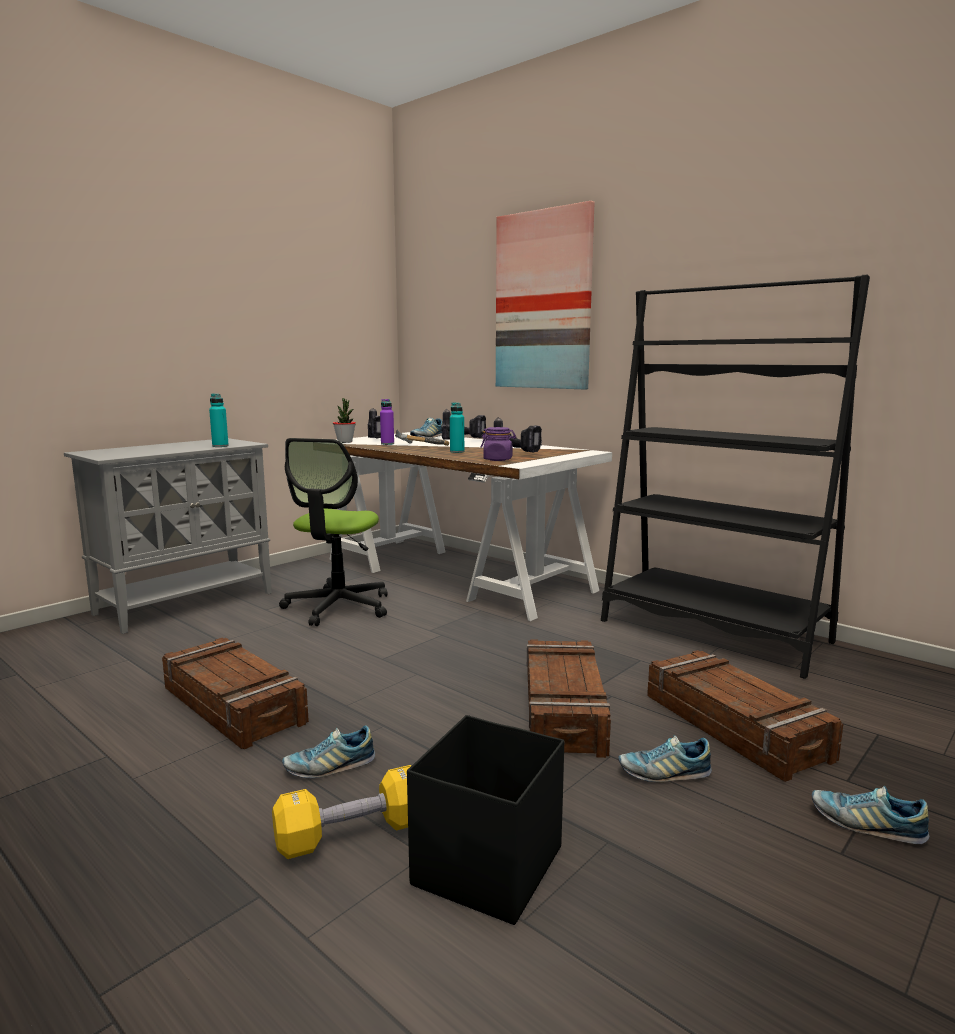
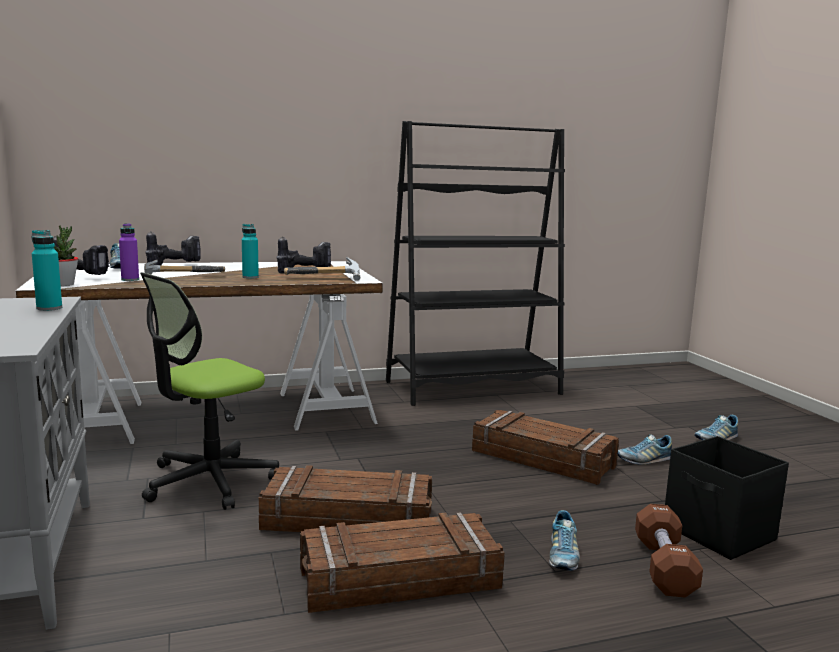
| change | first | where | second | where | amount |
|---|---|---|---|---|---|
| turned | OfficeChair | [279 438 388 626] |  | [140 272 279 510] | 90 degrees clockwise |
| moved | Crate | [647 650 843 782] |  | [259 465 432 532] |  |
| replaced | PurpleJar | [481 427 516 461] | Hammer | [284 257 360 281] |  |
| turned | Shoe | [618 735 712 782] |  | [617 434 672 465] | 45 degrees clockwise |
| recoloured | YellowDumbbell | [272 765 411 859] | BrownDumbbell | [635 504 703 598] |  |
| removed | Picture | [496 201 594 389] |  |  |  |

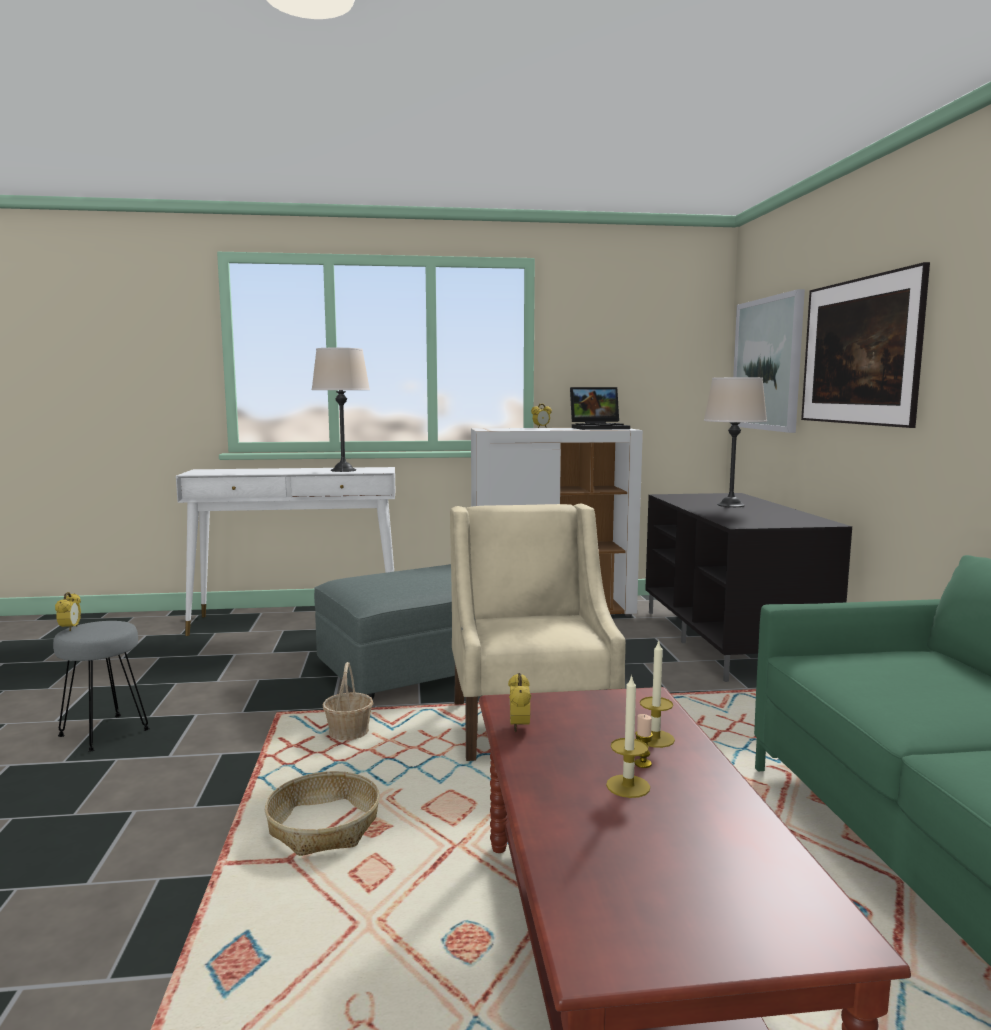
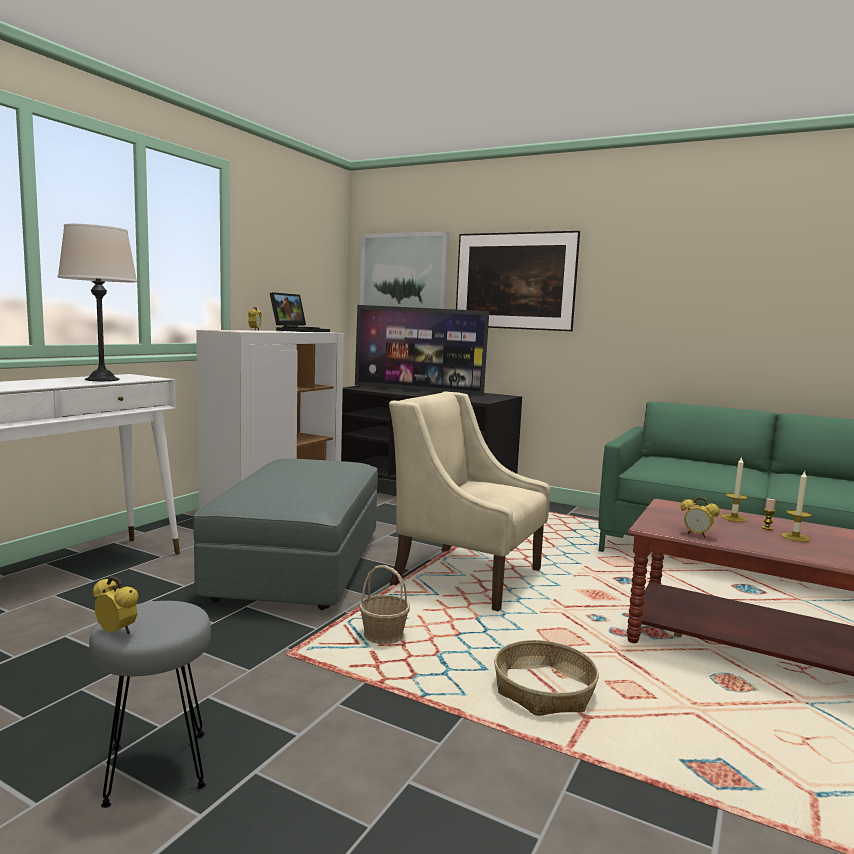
| change | first | where | second | where | amount |
|---|---|---|---|---|---|
| replaced | BeigeTableLamp | [704 377 767 507] | Television | [355 305 489 396] |  |

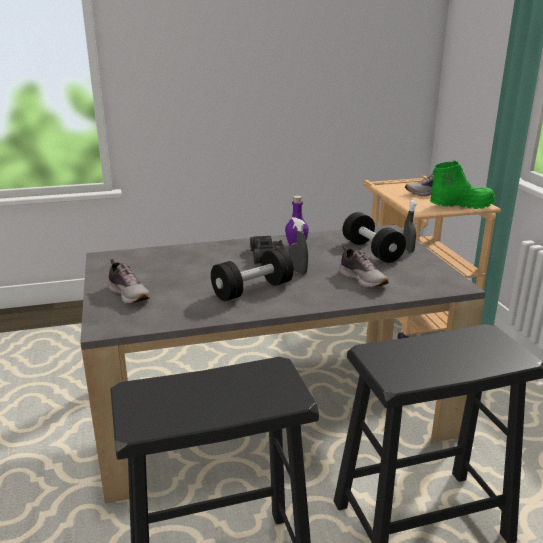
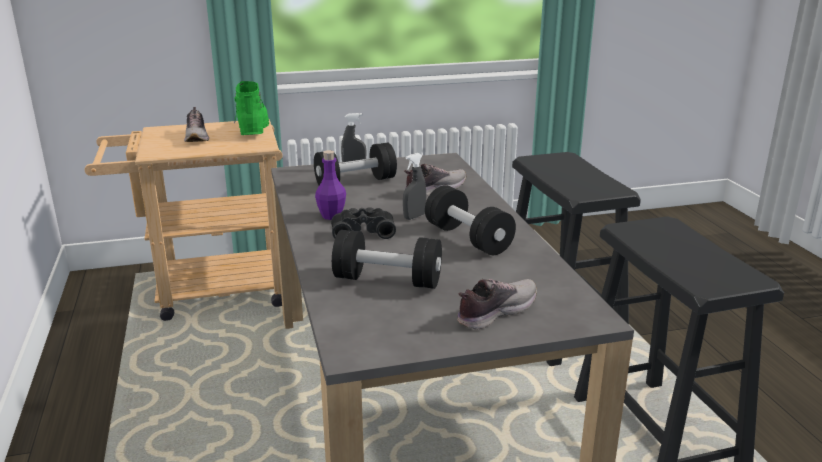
| change | first | where | second | where | amount |
|---|---|---|---|---|---|
| added |  |  | BlackDumbbell | [332 230 442 289] |  |

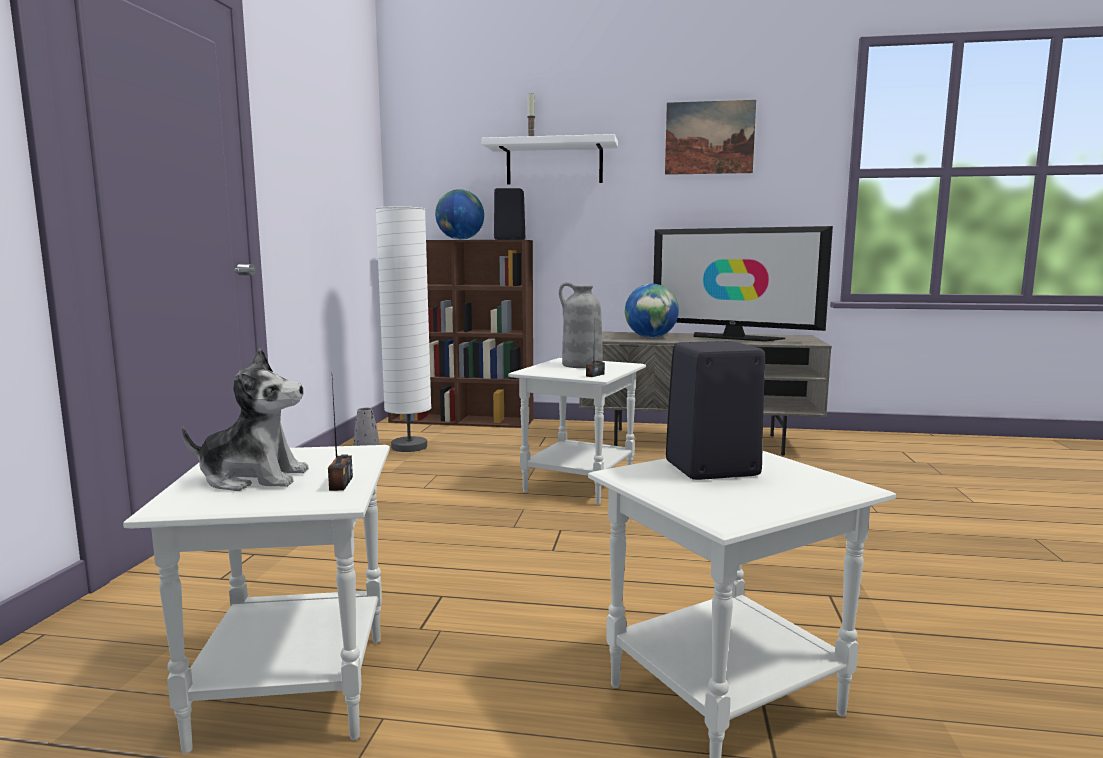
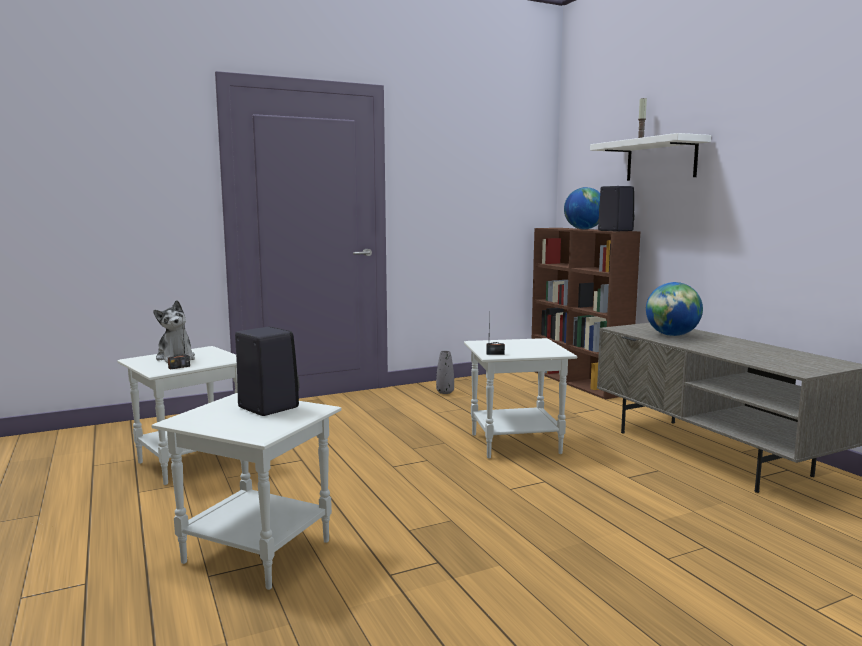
| change | first | where | second | where | amount |
|---|---|---|---|---|---|
| removed | WhiteFloorLamp | [375 207 431 452] |  |  |  |
| removed | GreyVase | [559 282 603 368] |  |  |  |
| removed | Television | [653 226 833 342] |  |  |  |
| removed | Picture | [665 100 756 175] |  |  |  |

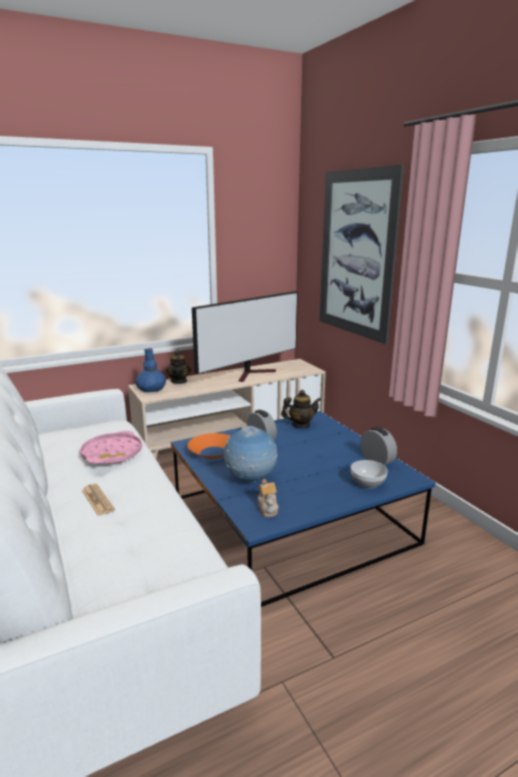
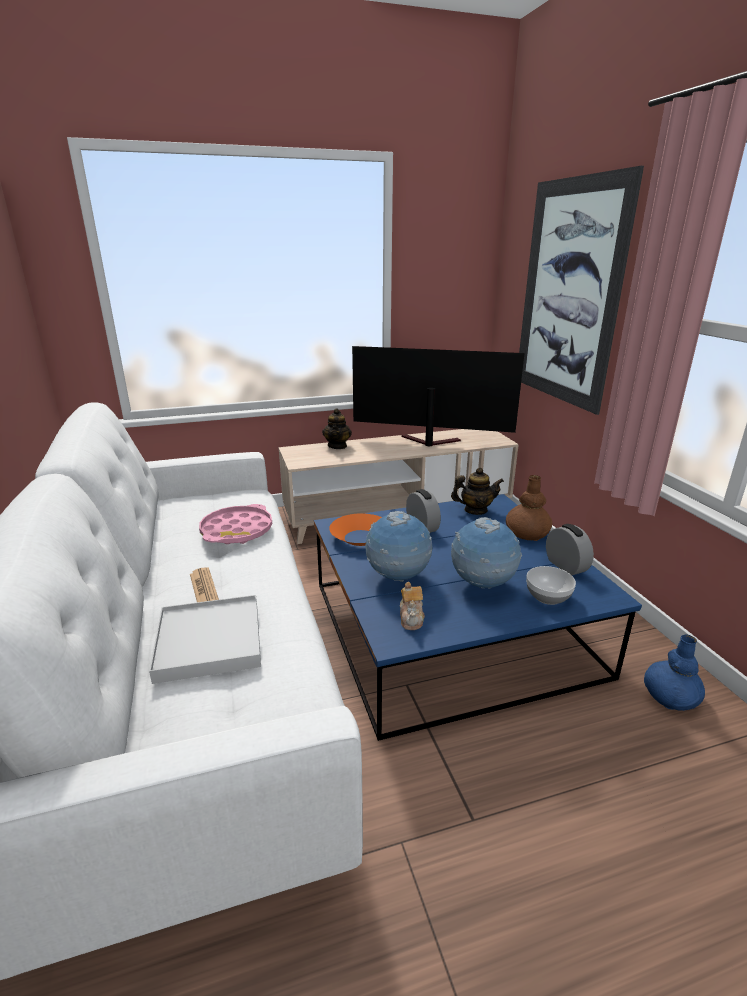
| change | first | where | second | where | amount |
|---|---|---|---|---|---|
| added |  |  | WhiteTray | [149 595 261 684] |  |
| turned | Television | [192 291 298 382] |  | [352 346 524 446] | 135 degrees counterclockwise |
| added |  |  | Globe | [451 517 522 589] |  |
| added |  |  | BrownVase | [506 475 552 541] |  |
| moved | BlueVase | [135 348 166 392] |  | [644 634 705 711] |  |

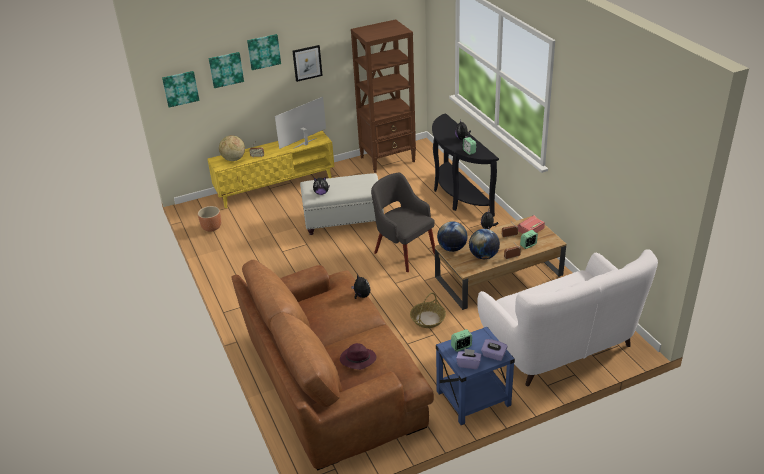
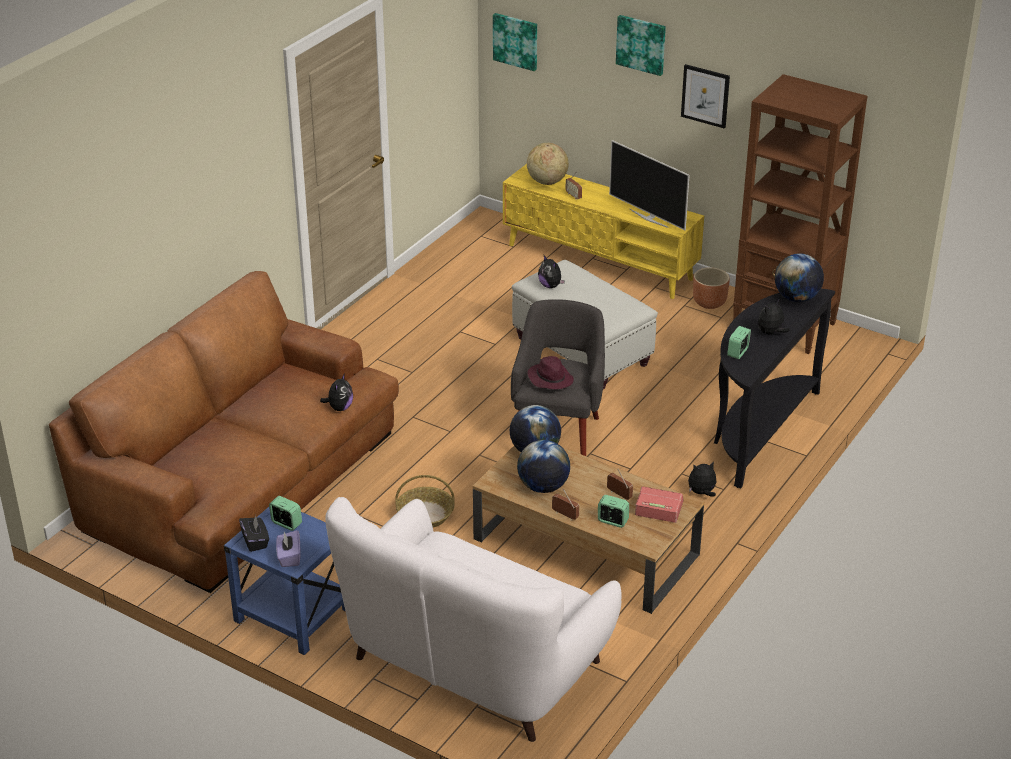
| change | first | where | second | where | amount |
|---|---|---|---|---|---|
| recoloured | PurpleTissueBox | [456 348 481 369] | BlackTissueBox | [239 515 269 552] |  |
| moved | PurpleHat | [340 343 376 370] |  | [527 356 574 390] |  |
| turned | Television | [275 97 326 149] |  | [609 140 690 230] | 150 degrees counterclockwise |
| moved | BrownPlanter | [198 206 221 231] |  | [693 267 730 309] |  |
| added |  |  | Globe | [775 253 824 302] |  |
| removed | Picture | [209 52 244 88] |  |  |  |

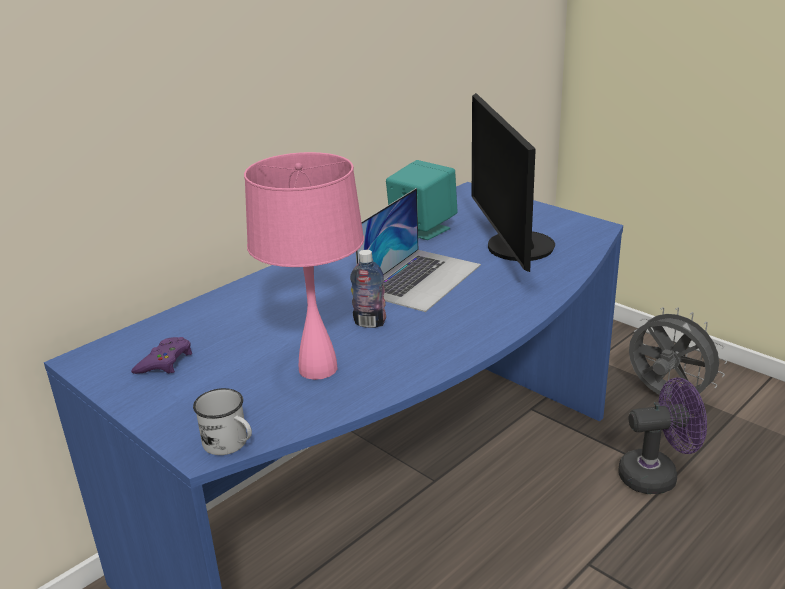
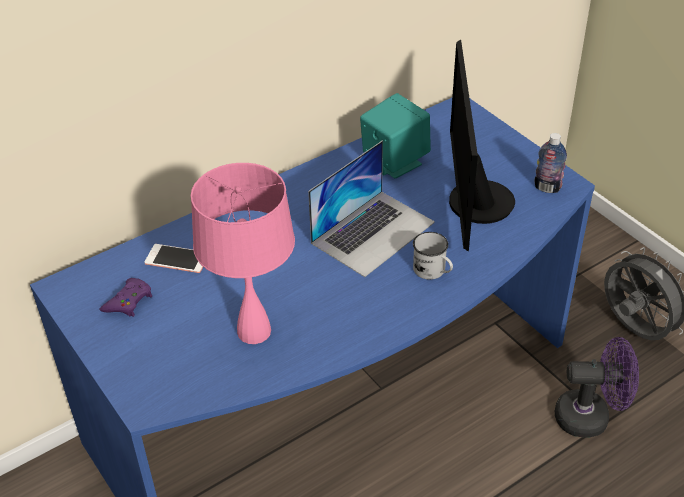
| change | first | where | second | where | amount |
|---|---|---|---|---|---|
| added |  |  | Phone | [144 244 203 273] |  |
| moved | WhiteMug | [193 388 252 455] |  | [413 232 453 280] |  |
| moved | Bottle | [350 250 386 328] |  | [534 133 567 193] |  |

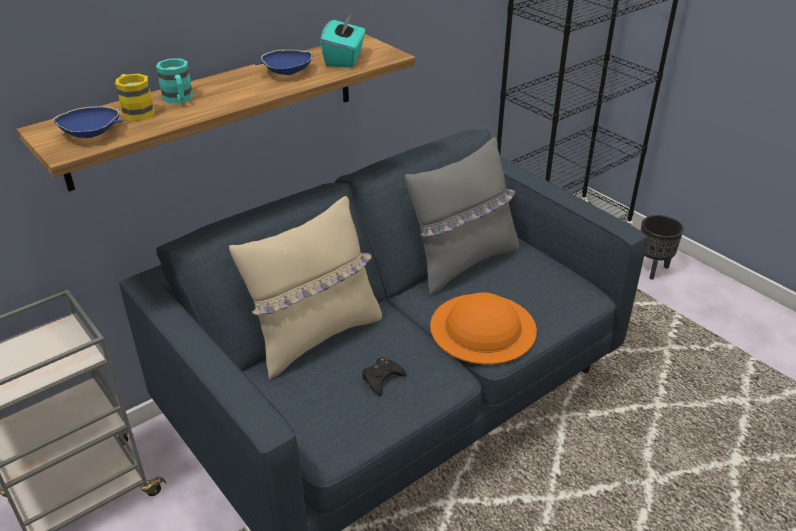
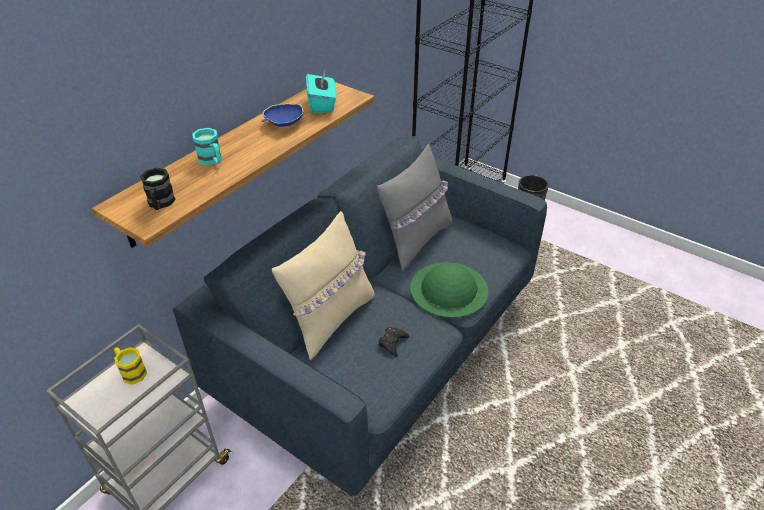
| change | first | where | second | where | amount |
|---|---|---|---|---|---|
| moved | YellowMug | [115 74 155 121] |  | [114 347 147 385] |  |
| replaced | BlueBowl | [53 106 124 138] | BlackMug | [140 168 176 210] |  |
| recoloured | OrangeHat | [430 292 537 365] | GreenHat | [410 262 489 318] |  |

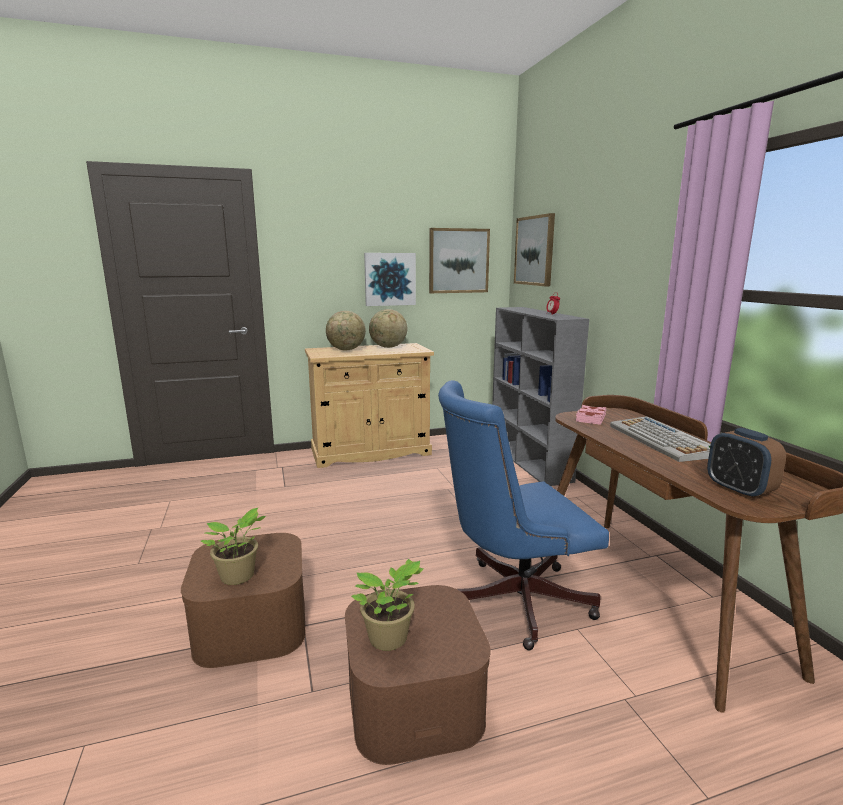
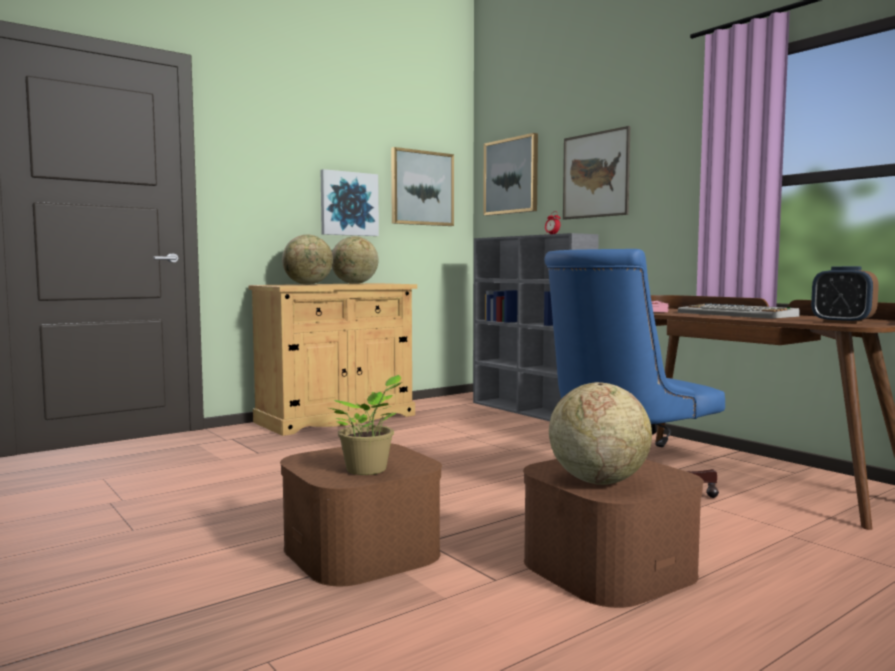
| change | first | where | second | where | amount |
|---|---|---|---|---|---|
| replaced | PottedPlant | [351 559 424 651] | Globe | [549 382 652 485] |  |
| added |  |  | Picture | [563 126 630 220] |  |

